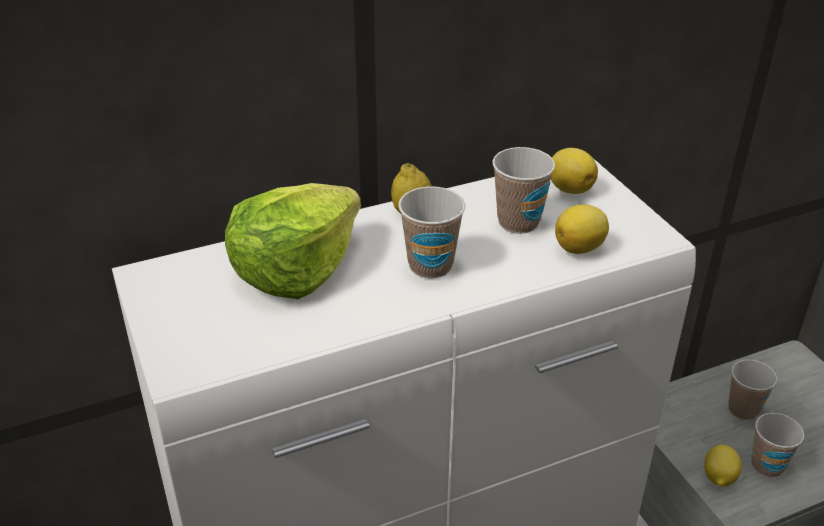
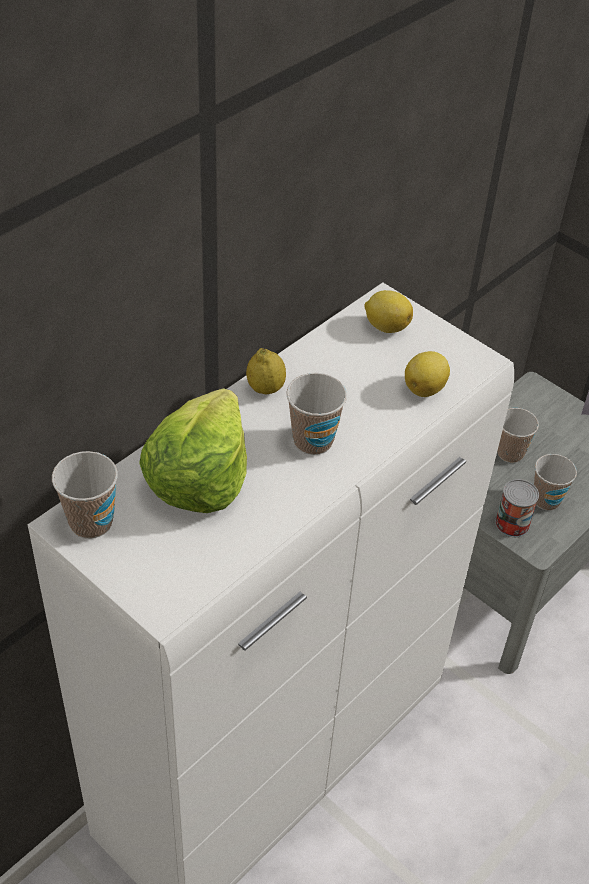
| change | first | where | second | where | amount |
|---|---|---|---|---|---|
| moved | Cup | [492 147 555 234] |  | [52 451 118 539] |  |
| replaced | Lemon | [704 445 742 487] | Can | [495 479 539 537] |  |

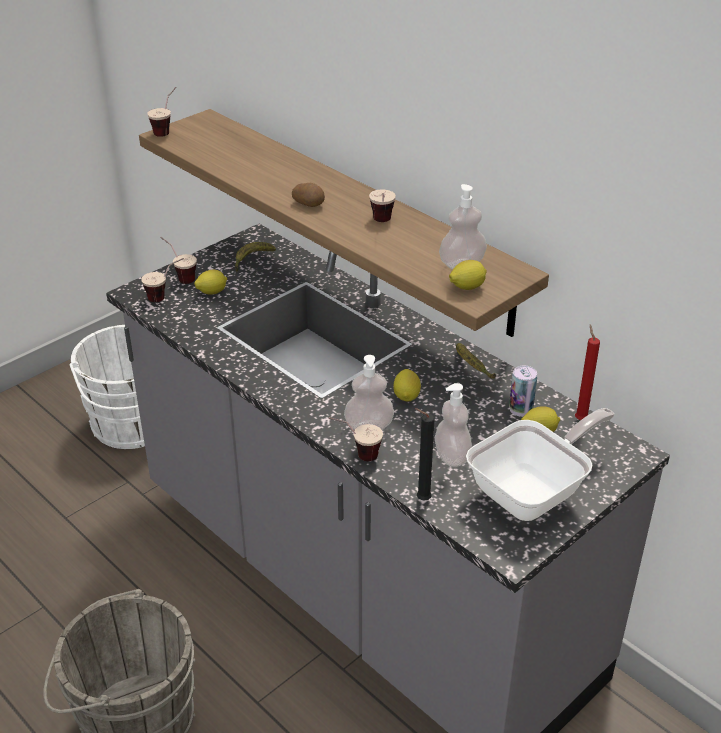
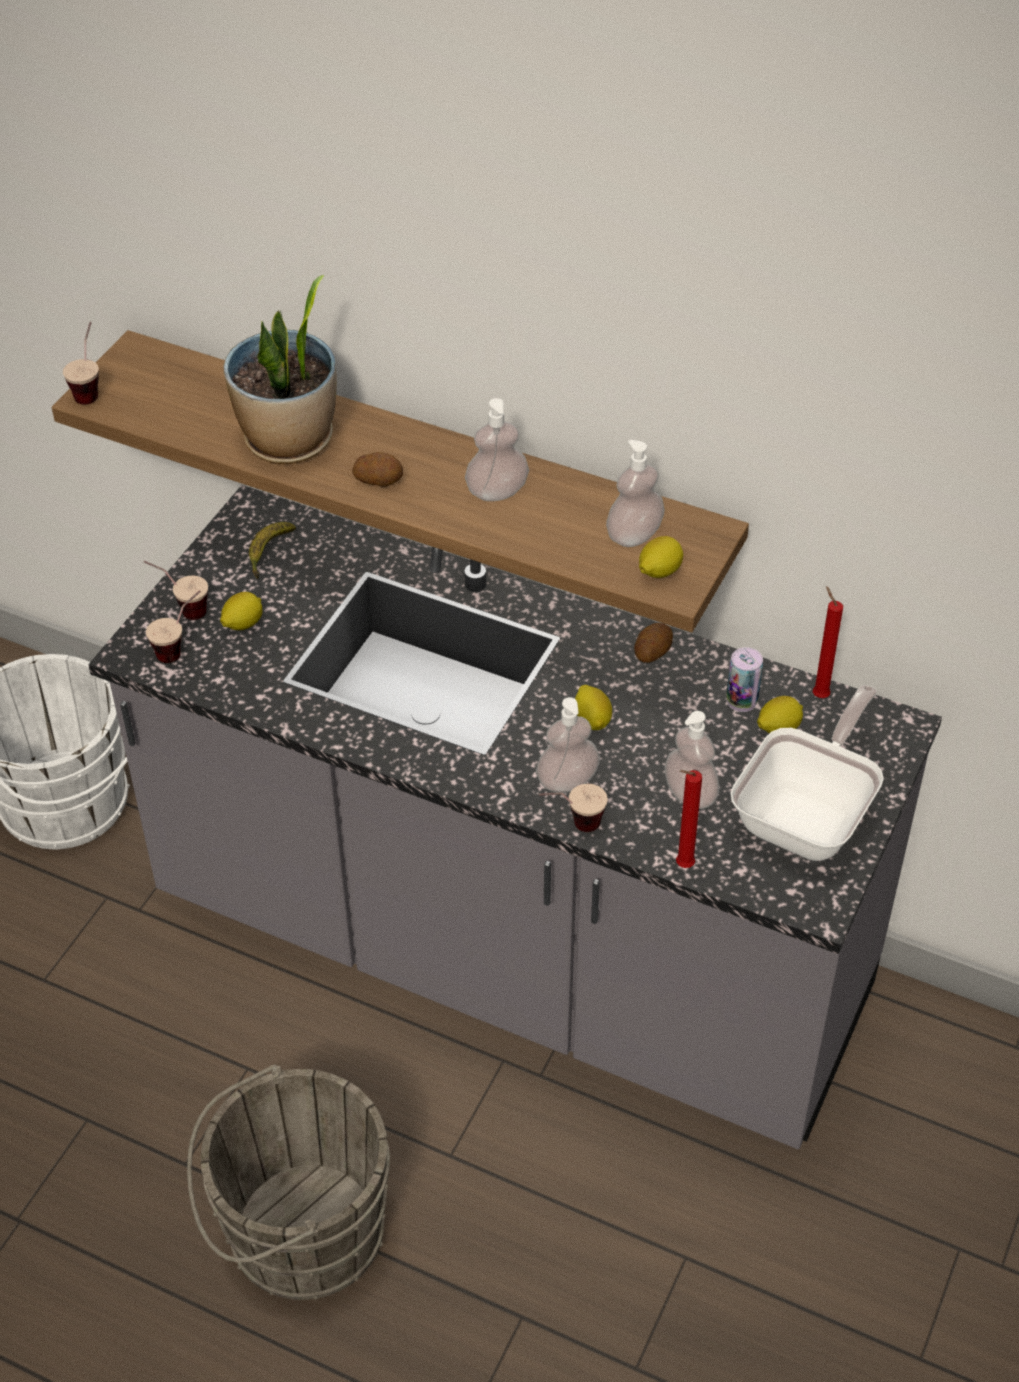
| change | first | where | second | where | amount |
|---|---|---|---|---|---|
| added |  |  | PottedPlant | [223 275 337 464] |  |
| replaced | Cup | [369 189 396 222] | SoapDispenser | [465 398 529 501] |  |
| replaced | Banana | [456 343 496 379] | Potato | [634 623 673 663] |  |
| recoloured | BlackCandle | [415 408 435 501] | RedCandle | [676 770 702 868] |  |

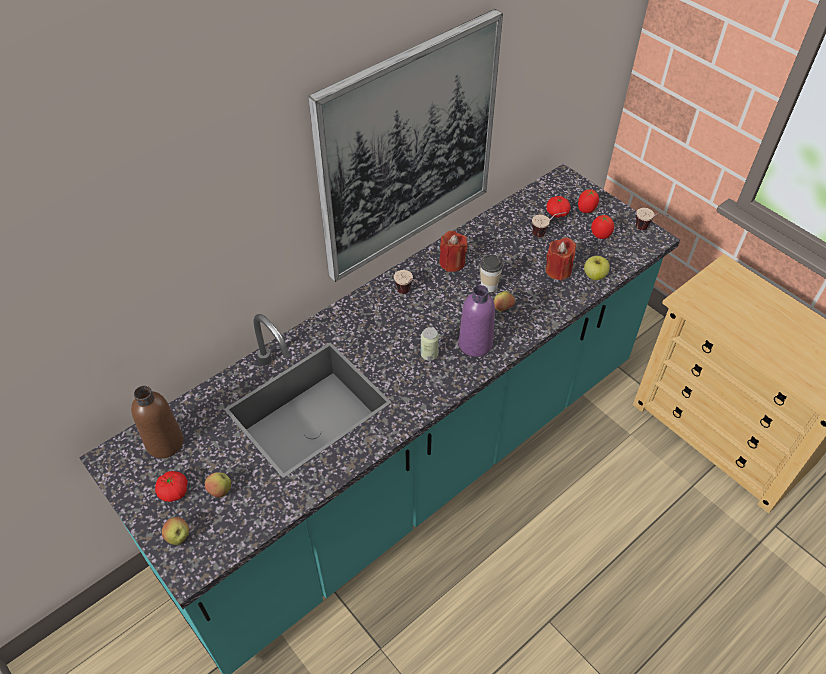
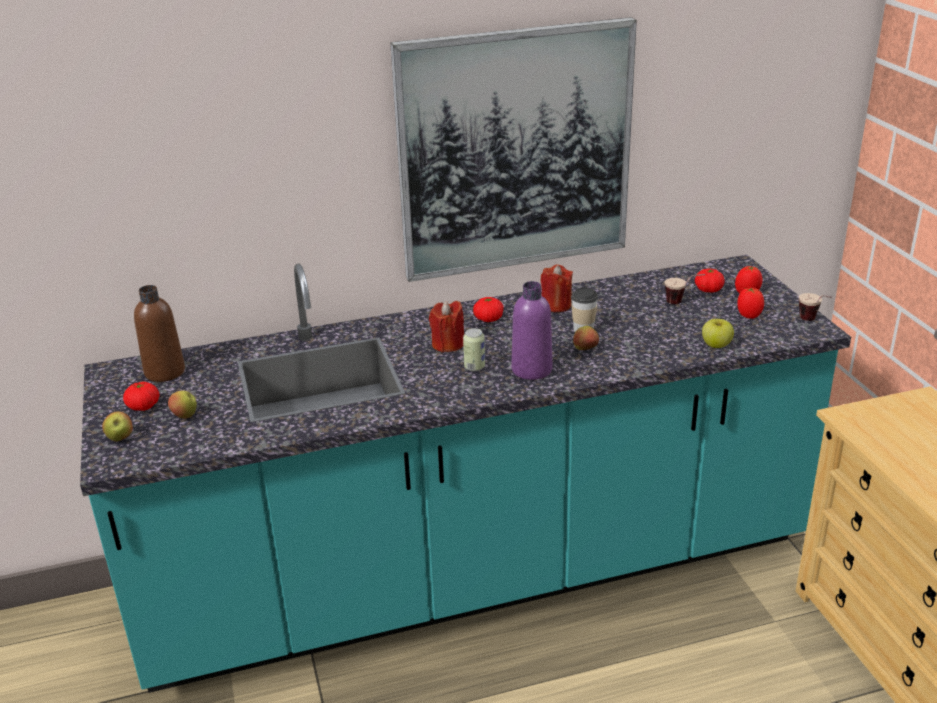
| change | first | where | second | where | amount |
|---|---|---|---|---|---|
| moved | RedCandle | [545 237 576 281] |  | [429 301 464 353] |  |
| replaced | Cup | [394 270 419 294] | Tomato | [473 297 504 322] |  |

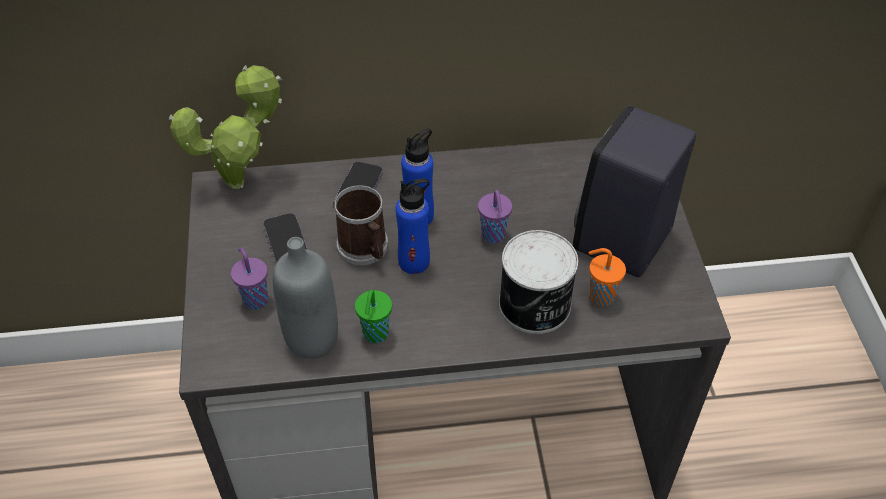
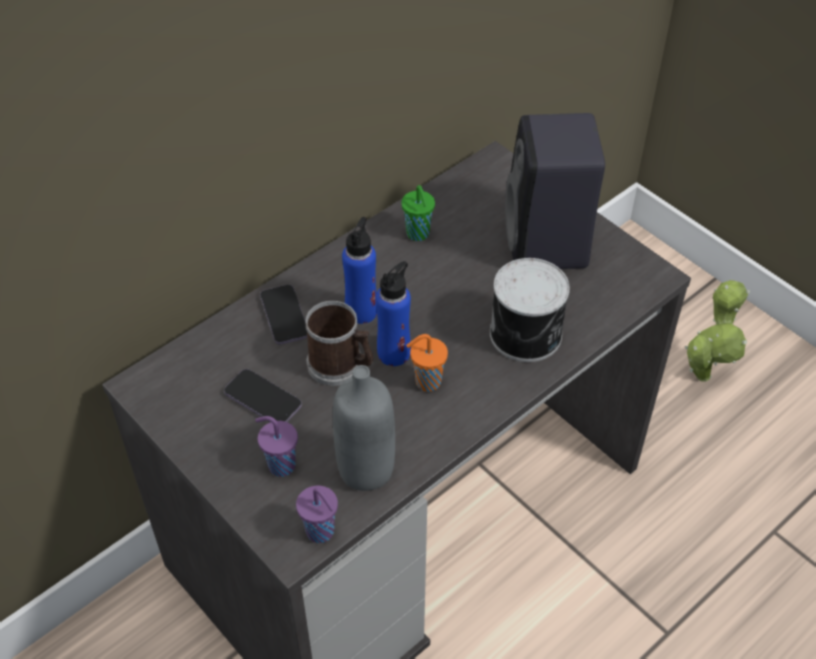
| change | first | where | second | where | amount |
|---|---|---|---|---|---|
| moved | PurpleCup | [478 190 512 243] |  | [296 486 338 543] |  |
| moved | GreenCup | [355 290 392 343] |  | [401 185 435 241] |  |
| moved | OrangeCup | [589 248 626 306] |  | [406 334 448 392] |  |
| moved | PottedPlant | [169 65 282 189] |  | [685 280 750 382] |  |

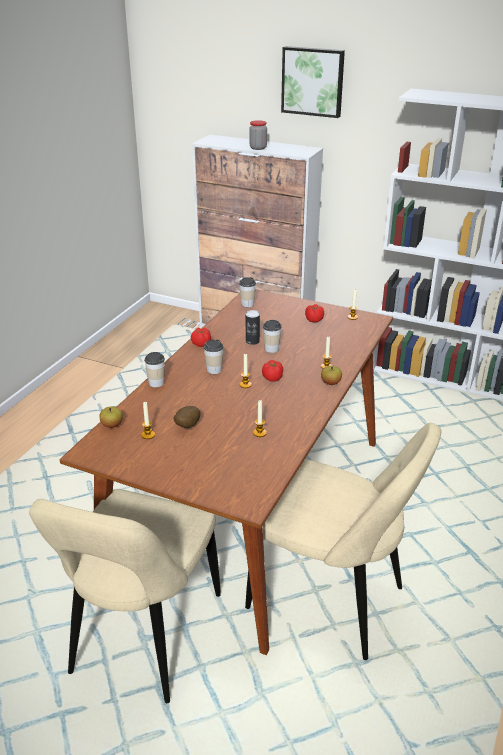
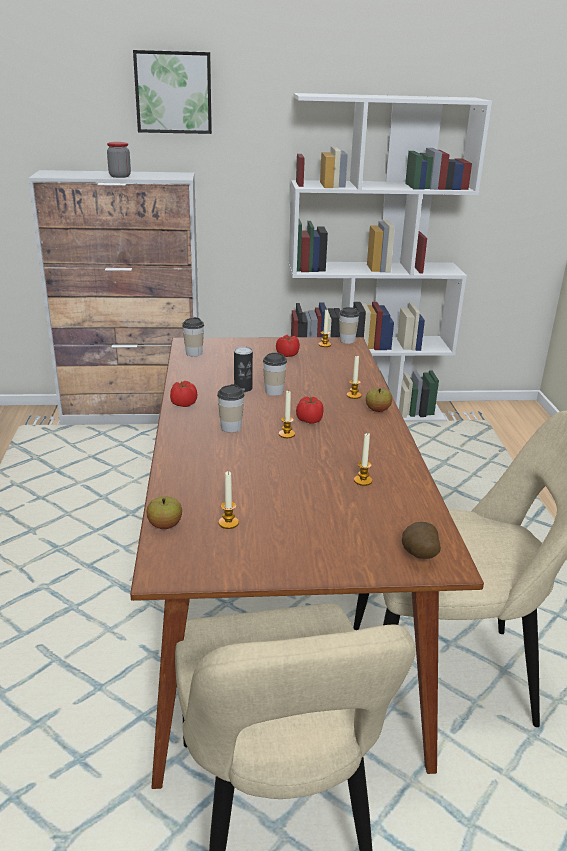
| change | first | where | second | where | amount |
|---|---|---|---|---|---|
| moved | Cup | [144 352 165 387] |  | [339 307 360 344] |  |
| moved | Potato | [174 406 200 428] |  | [402 522 441 559] |  |

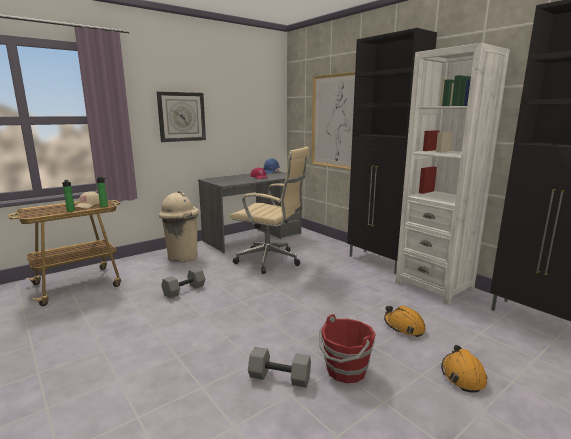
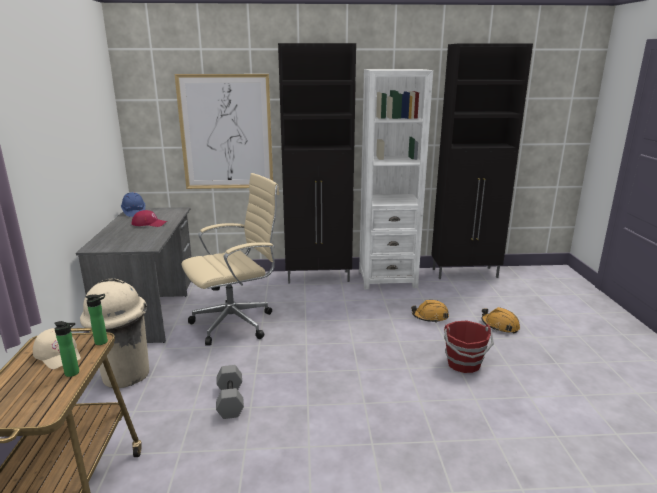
| change | first | where | second | where | amount |
|---|---|---|---|---|---|
| removed | WallClock | [157 91 206 142] |  |  |  |
| removed | GreyDumbbell | [248 347 311 388] |  |  |  |

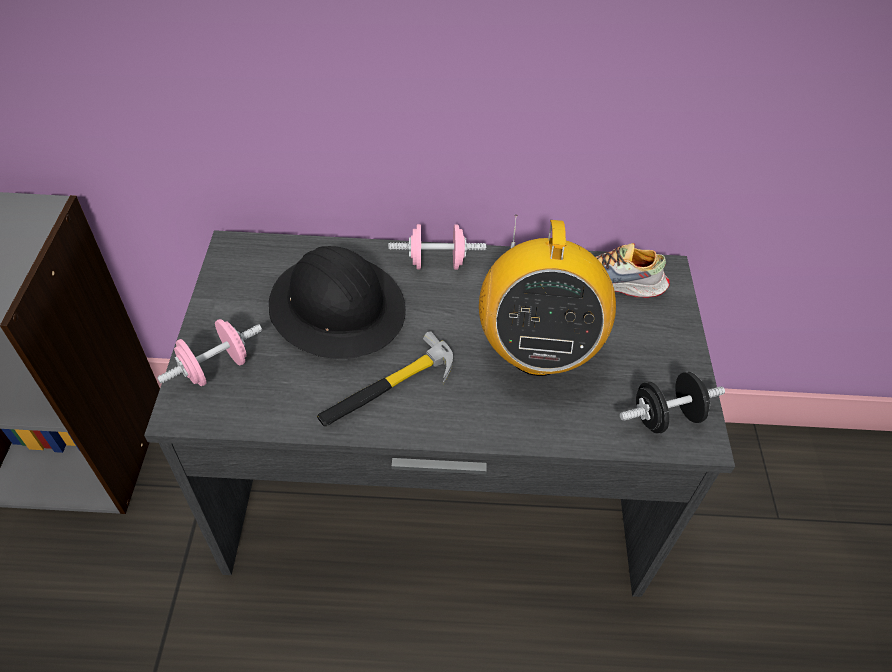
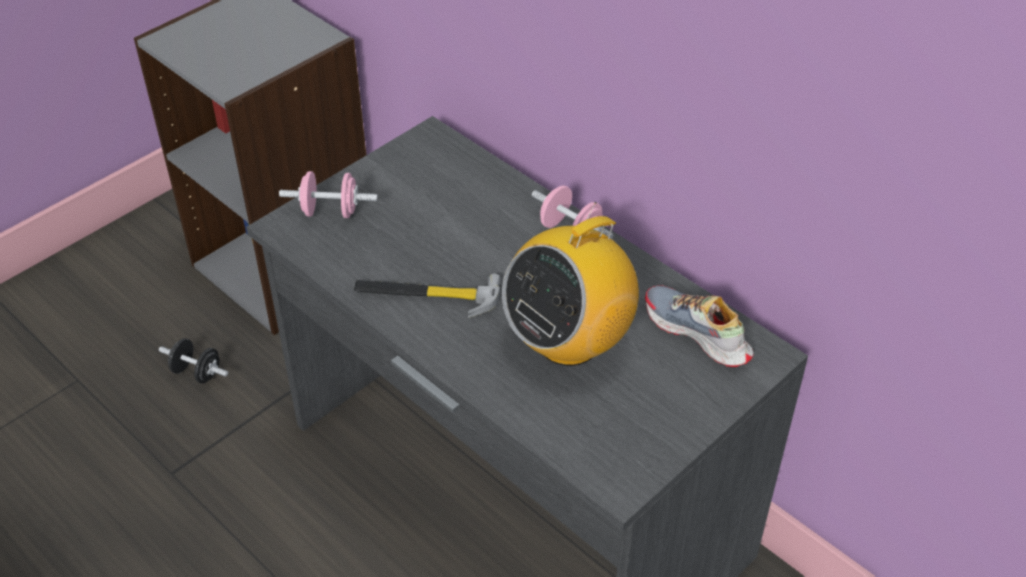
| change | first | where | second | where | amount |
|---|---|---|---|---|---|
| moved | BlackDumbbell | [620 372 725 434] |  | [159 338 228 383] |  |
| removed | BlackHardHat | [269 246 406 359] |  |  |  |

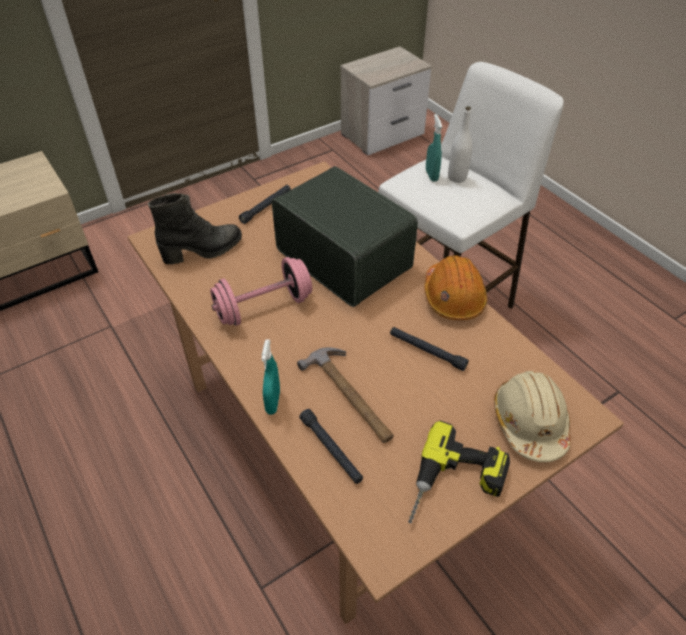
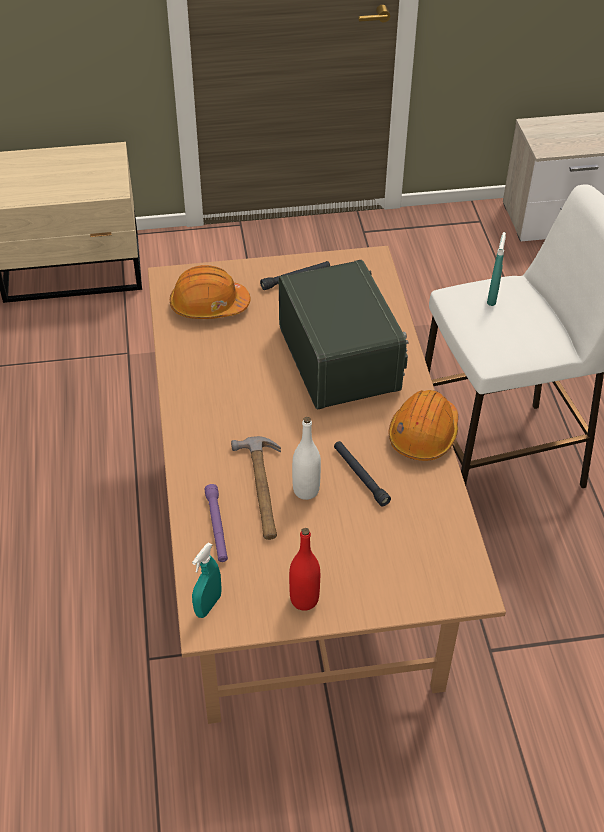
| change | first | where | second | where | amount |
|---|---|---|---|---|---|
| replaced | BlackBoot | [148 193 242 264] | OrangeHardHat | [170 265 250 319] |  |
| moved | TurquoiseSprayBottle | [261 339 280 415] |  | [192 543 222 618] |  |
| recoloured | BlackFlashlight | [299 409 363 484] | PurpleFlashlight | [204 484 228 562] |  |
| replaced | PowerDrill | [408 421 510 523] | RedBottle | [289 528 320 611] |  |
| moved | WhiteBottle | [448 106 472 183] |  | [292 417 321 500] |  |
| removed | PinkDumbbell | [210 257 312 326] |  |  |  |
| removed | BeigeHardHat | [494 371 570 462] |  |  |  |

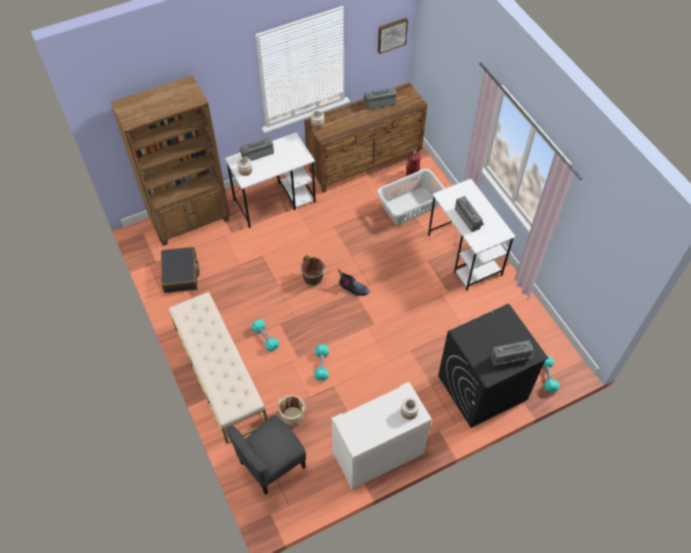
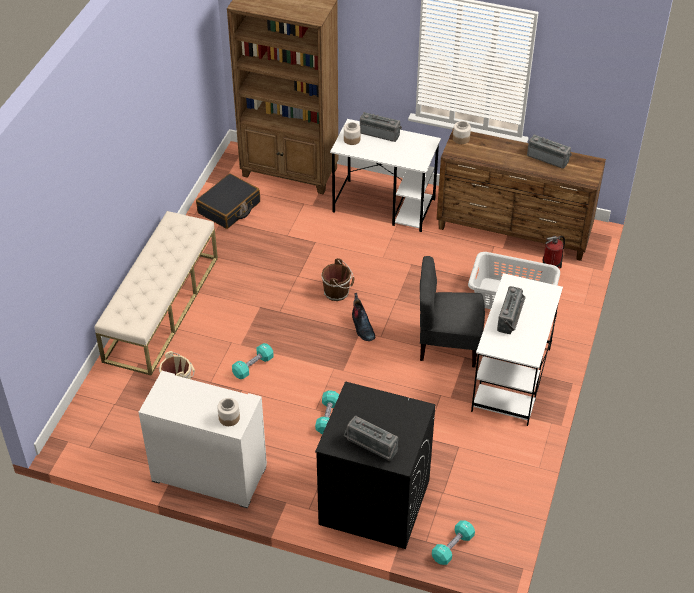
| change | first | where | second | where | amount |
|---|---|---|---|---|---|
| moved | TurquoiseDumbbell | [251 320 279 351] |  | [315 390 339 434] |  |
| moved | GreyChair | [225 415 306 495] |  | [420 256 485 367] |  |
| removed | Picture | [378 18 408 54] |  |  |  |

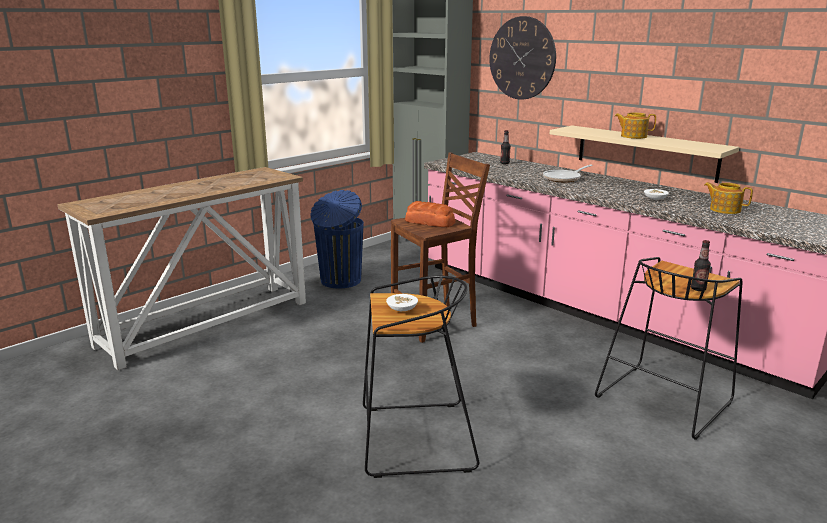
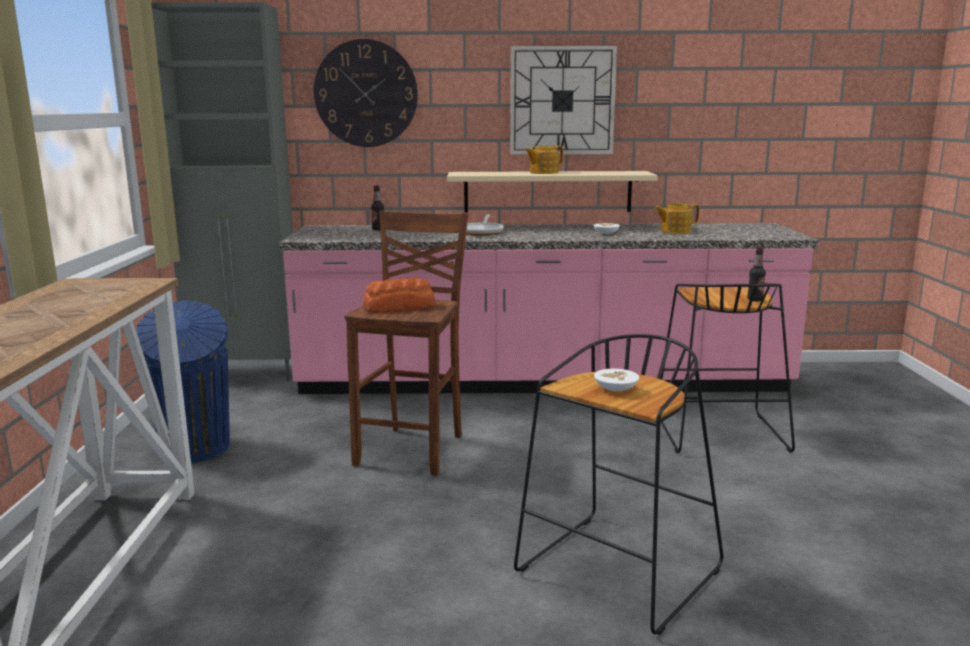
| change | first | where | second | where | amount |
|---|---|---|---|---|---|
| added |  |  | WallClock | [510 46 617 155] |  |

